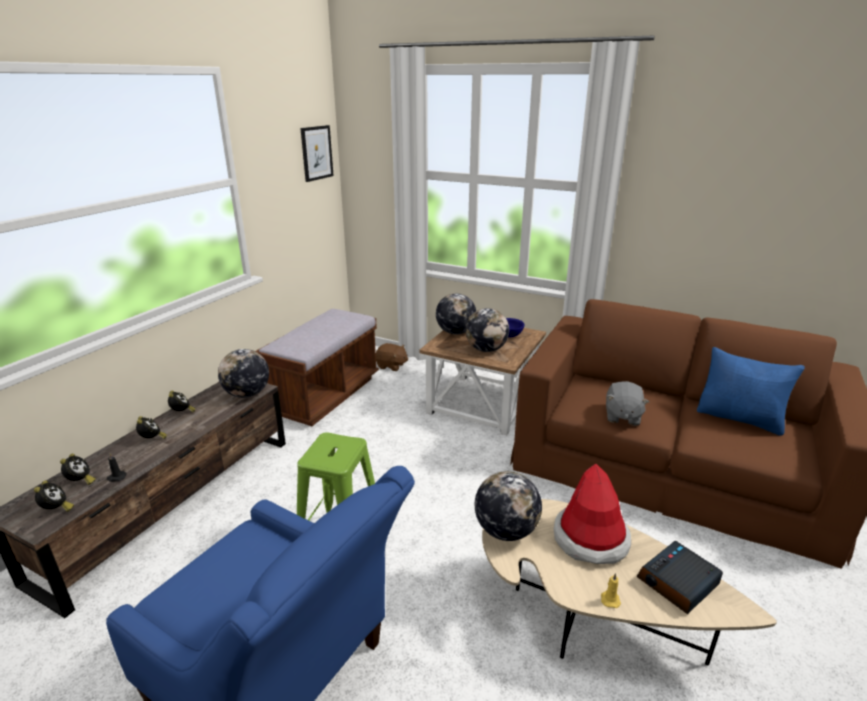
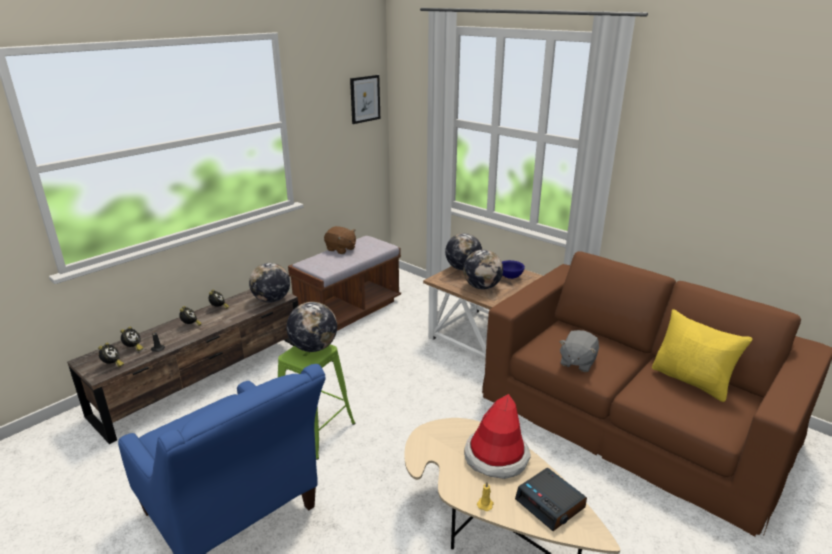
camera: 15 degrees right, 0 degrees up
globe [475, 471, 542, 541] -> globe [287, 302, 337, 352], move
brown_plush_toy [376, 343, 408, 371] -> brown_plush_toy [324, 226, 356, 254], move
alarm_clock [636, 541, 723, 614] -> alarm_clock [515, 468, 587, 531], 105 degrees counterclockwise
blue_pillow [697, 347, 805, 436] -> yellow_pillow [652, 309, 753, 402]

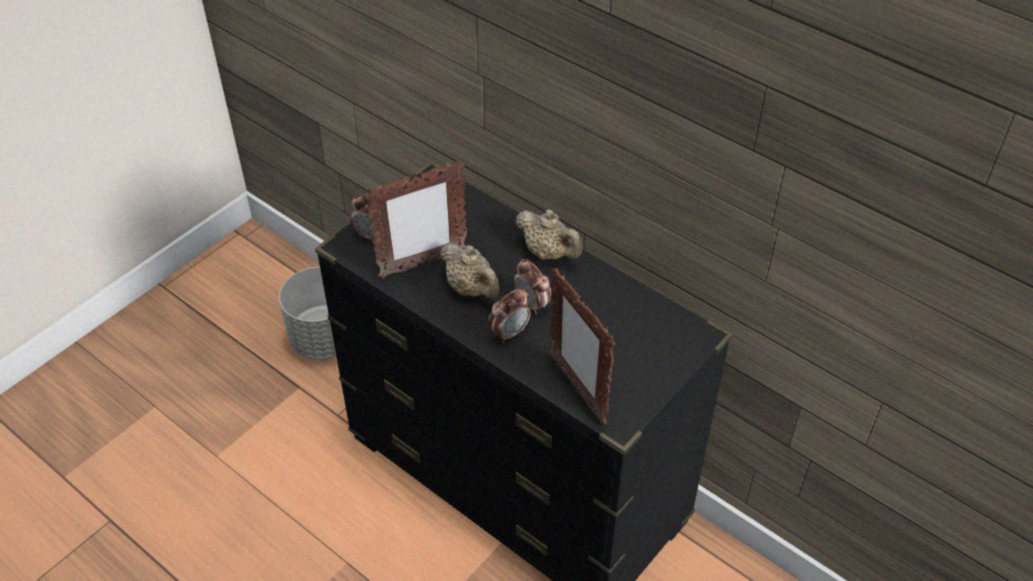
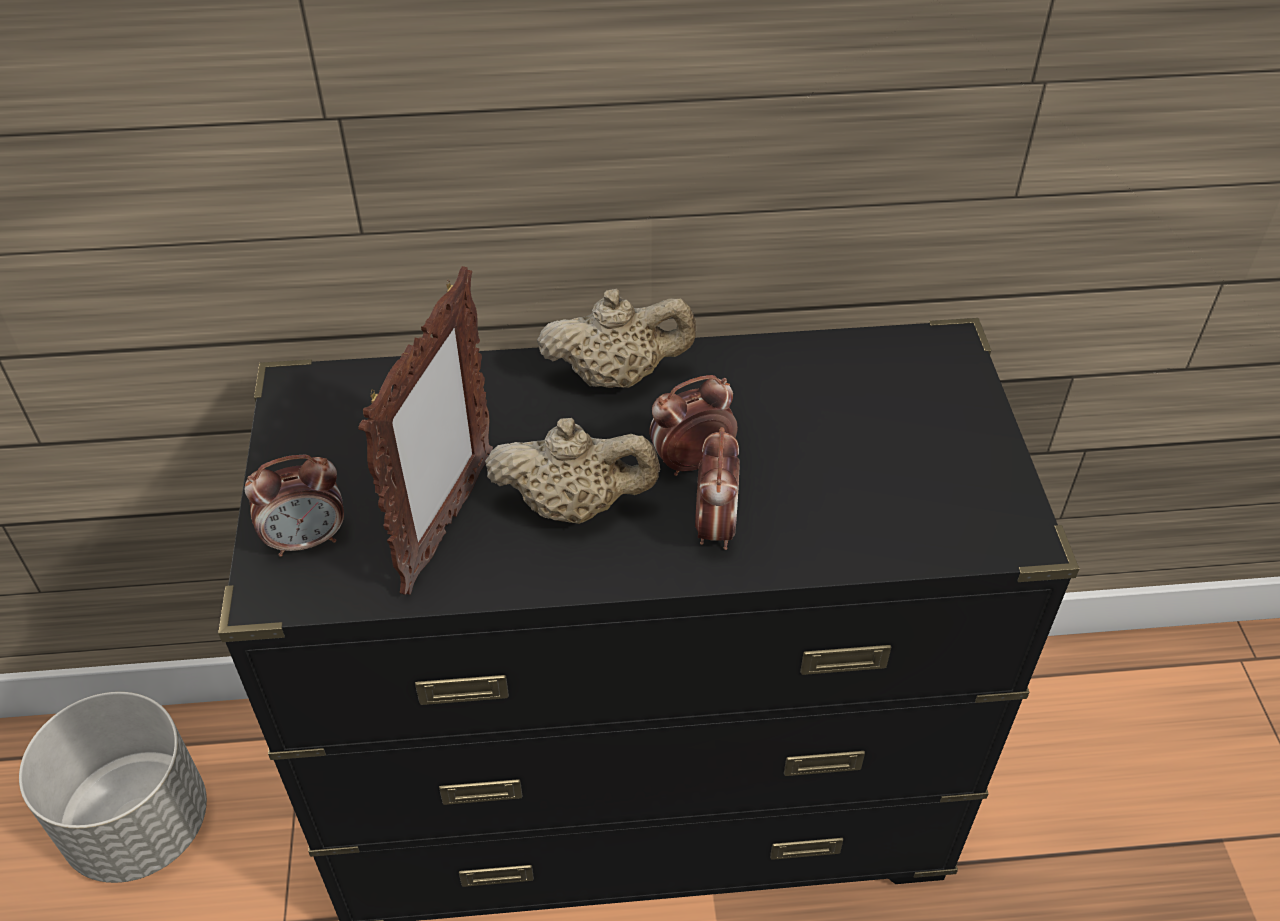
camera: 45 degrees left, 0 degrees up
alarm_clock [514, 259, 551, 315] -> alarm_clock [649, 375, 738, 476], 150 degrees clockwise
picture_frame [550, 268, 616, 425] -> none

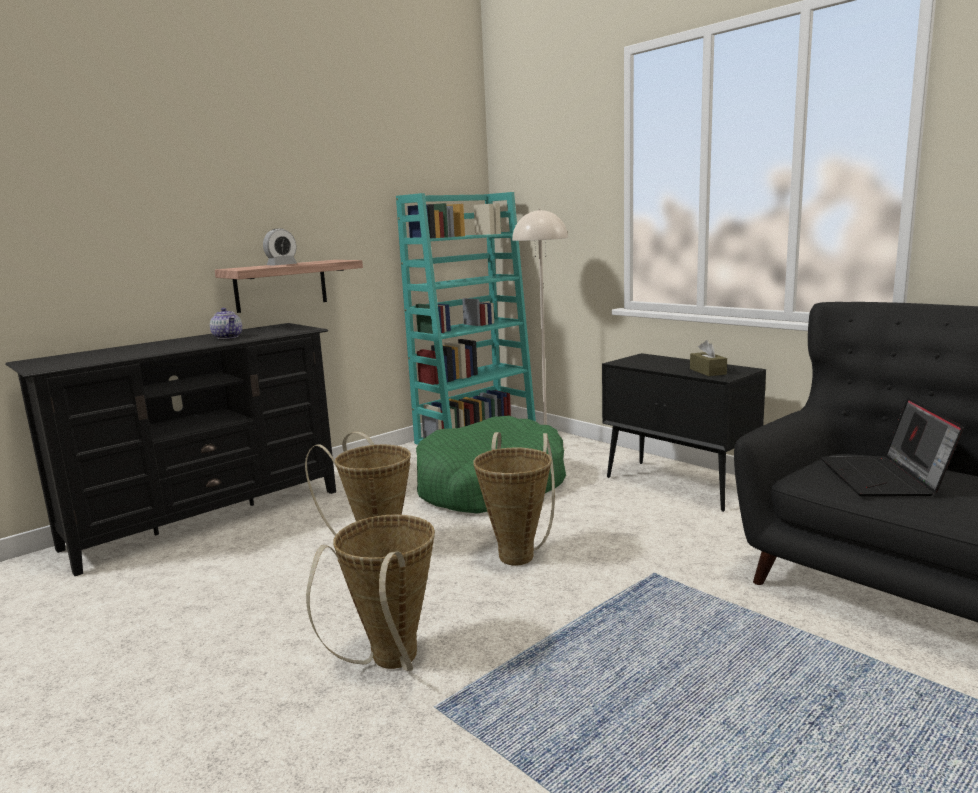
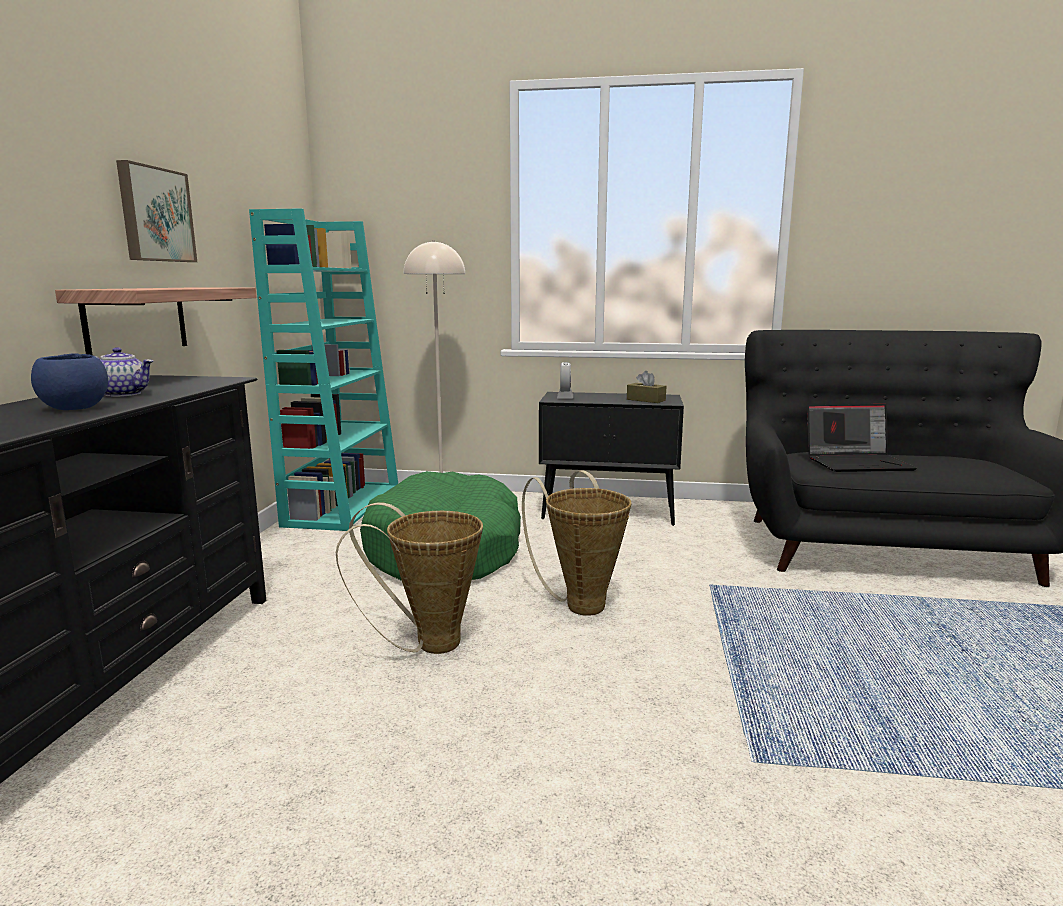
camera: 40 degrees left, 0 degrees up
none -> blue_bowl [31, 353, 108, 410]
none -> picture [116, 160, 197, 262]
alarm_clock [263, 228, 297, 265] -> alarm_clock [557, 362, 573, 399], move
laptop [821, 398, 964, 496] -> laptop [807, 404, 917, 472], 60 degrees counterclockwise
basket [306, 514, 435, 671] -> none

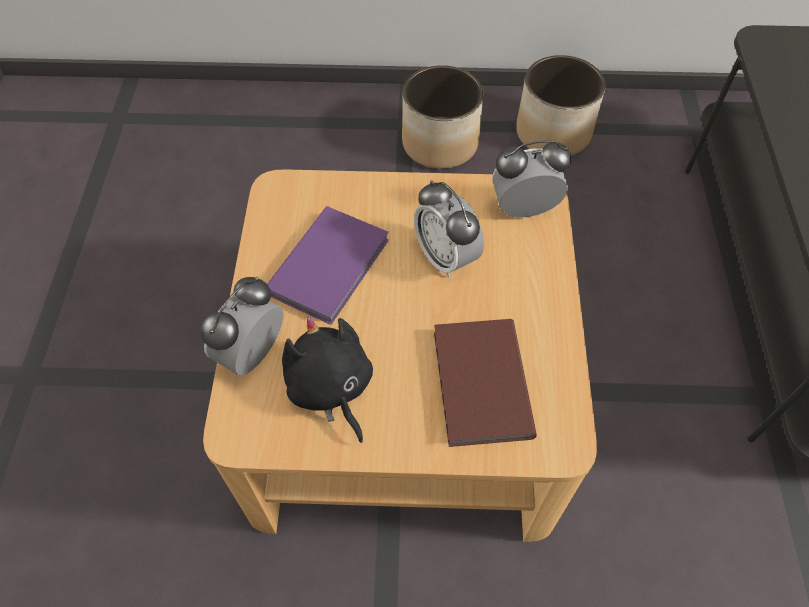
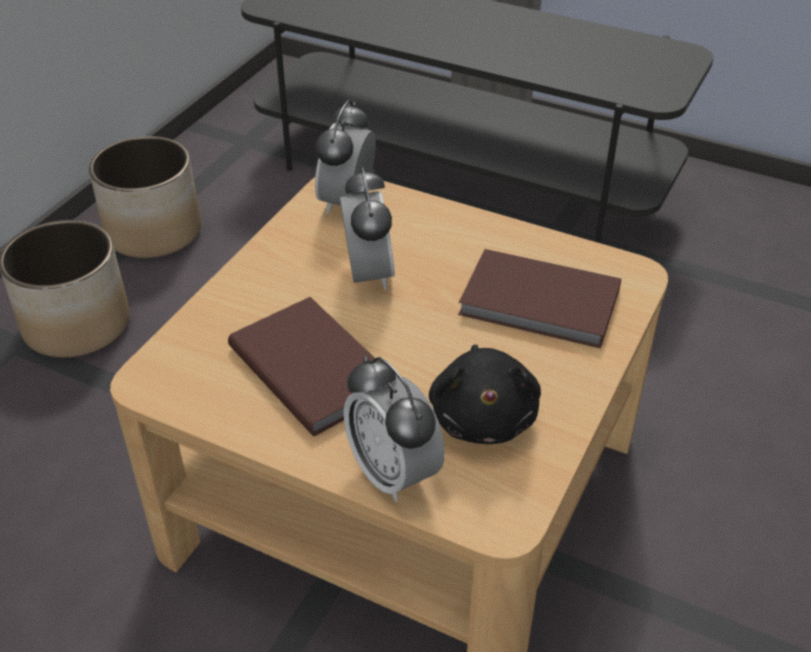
camera: 65 degrees left, 15 degrees down
purple_book [267, 206, 389, 325] -> brown_book [228, 297, 375, 436]
alarm_clock [414, 180, 484, 278] -> alarm_clock [340, 166, 395, 290], 90 degrees counterclockwise
black_plush_toy [282, 317, 373, 443] -> black_plush_toy [429, 345, 541, 444], 90 degrees counterclockwise

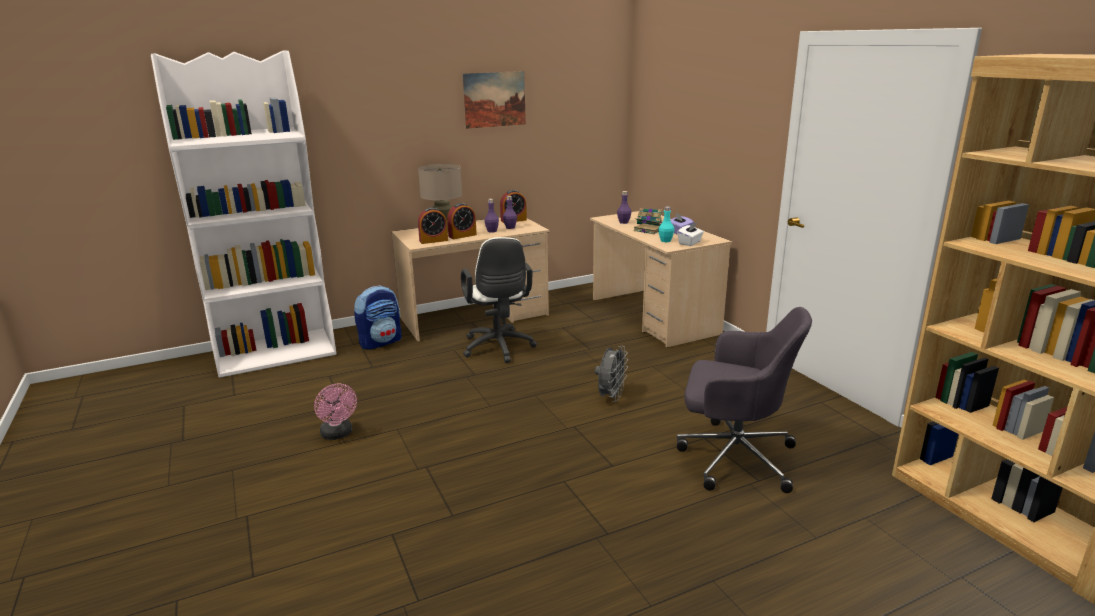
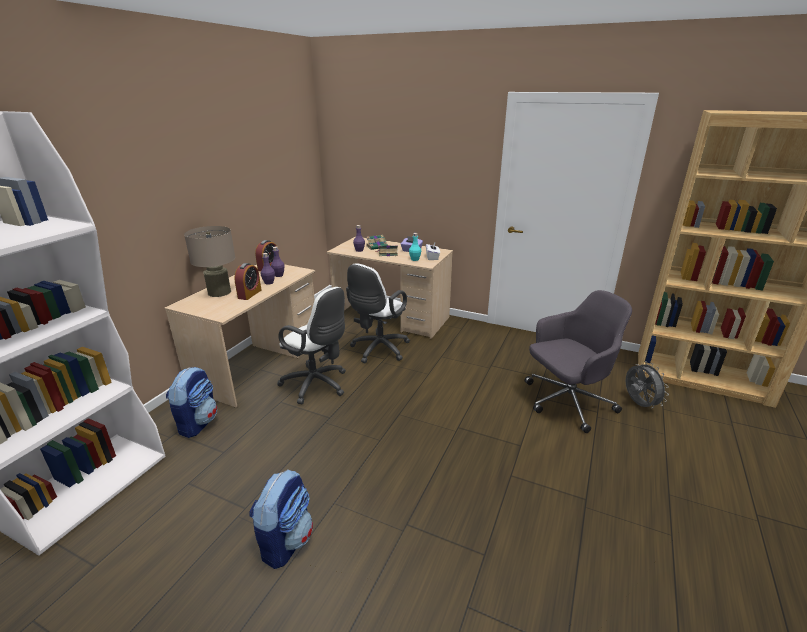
camera: 40 degrees left, 5 degrees up
pink_fan [314, 384, 357, 440] -> backpack [249, 470, 313, 569]
none -> white_office_chair [346, 263, 410, 363]
grey_fan [595, 346, 628, 402] -> grey_fan [626, 361, 669, 408], move
alarm_clock [418, 207, 448, 244] -> none
picture [462, 71, 526, 129] -> none

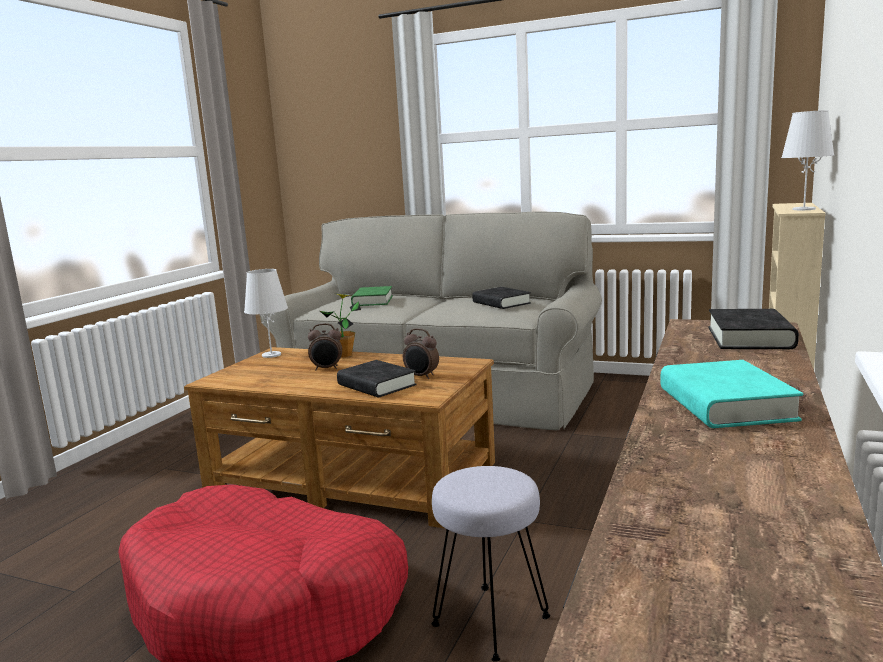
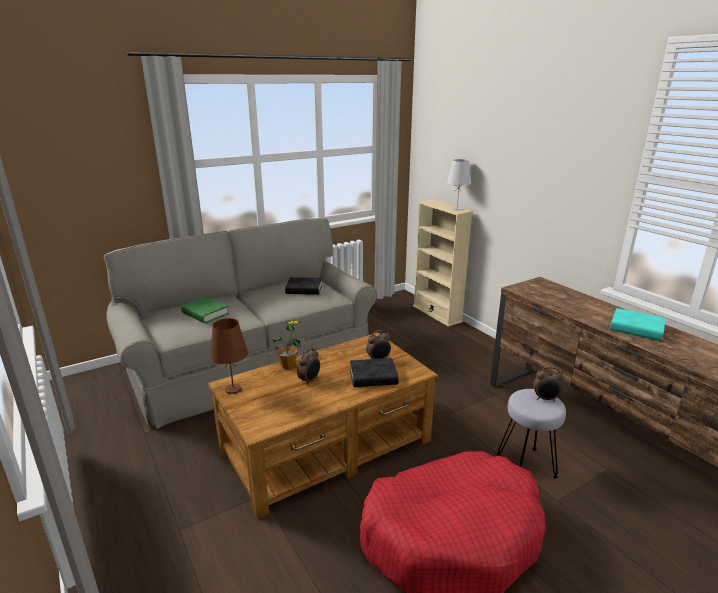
camera: 55 degrees left, 10 degrees up
white_table_lamp [244, 269, 288, 358] -> brown_table_lamp [210, 318, 248, 394]
none -> alarm_clock [533, 367, 564, 402]
black_book [708, 309, 799, 349] -> none

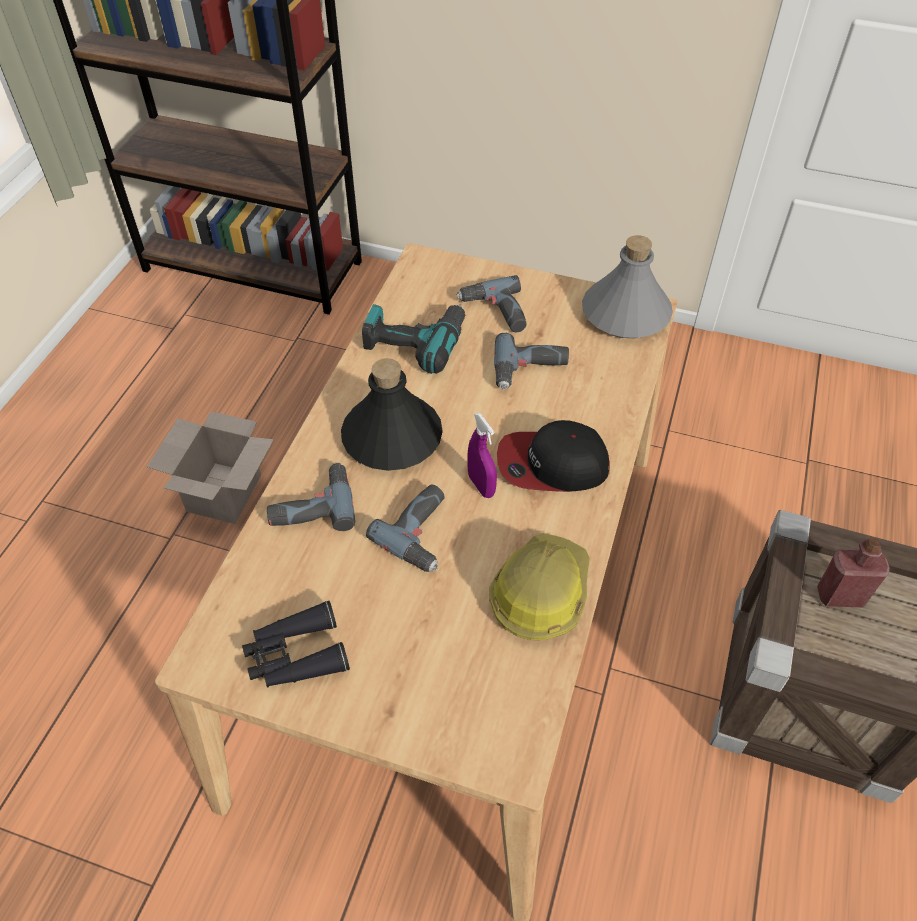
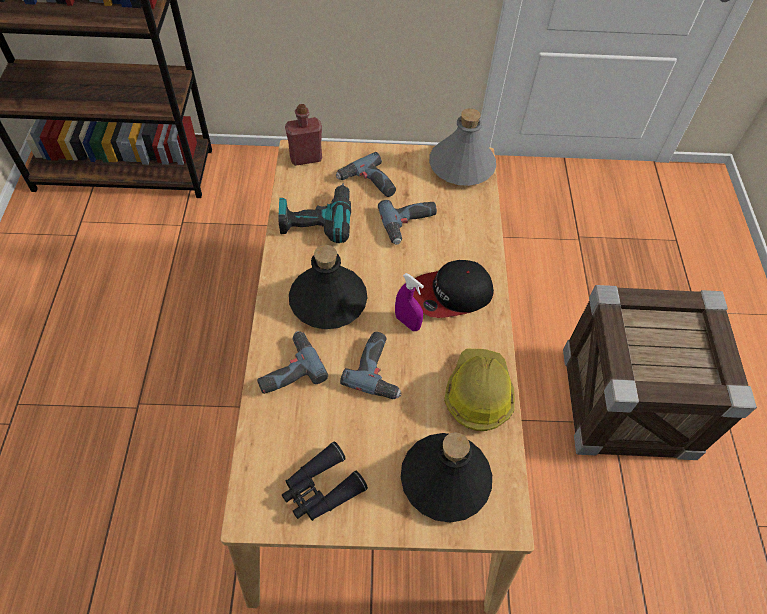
camera: 20 degrees left, 5 degrees up
red_bottle [817, 538, 890, 608] -> red_bottle [285, 104, 322, 166], move
none -> black_bottle [401, 433, 492, 523]
cardboard_box [147, 411, 274, 524] -> none

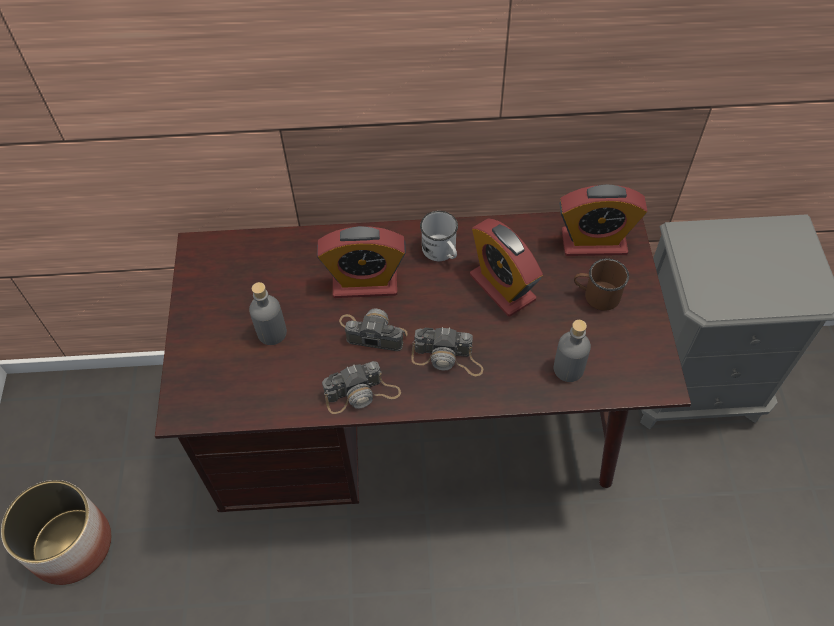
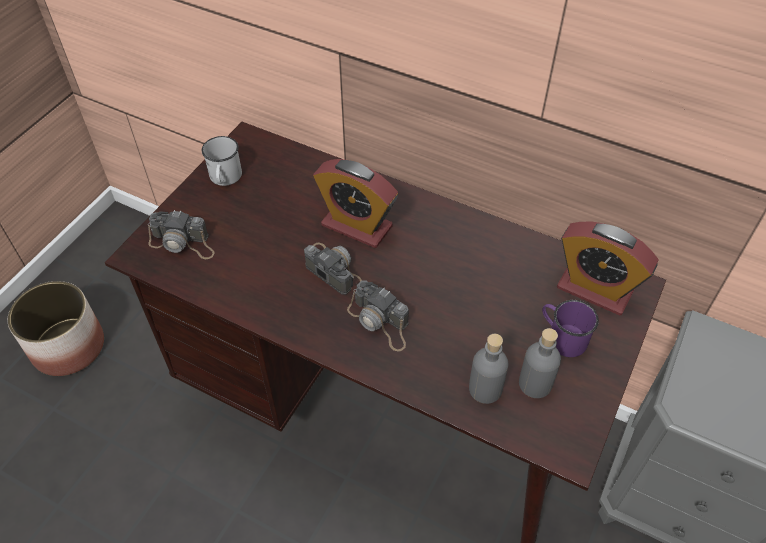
camera: 30 degrees right, 5 degrees down
photo_camera [322, 361, 401, 414] -> photo_camera [148, 210, 215, 259], move
white_mug [420, 211, 458, 261] -> white_mug [202, 136, 242, 186], move
grey_bottle [249, 282, 287, 345] -> grey_bottle [519, 328, 561, 398], move
brown_mug [574, 259, 629, 311] -> purple_mug [542, 300, 599, 357]
alarm_clock [470, 219, 543, 316] -> none

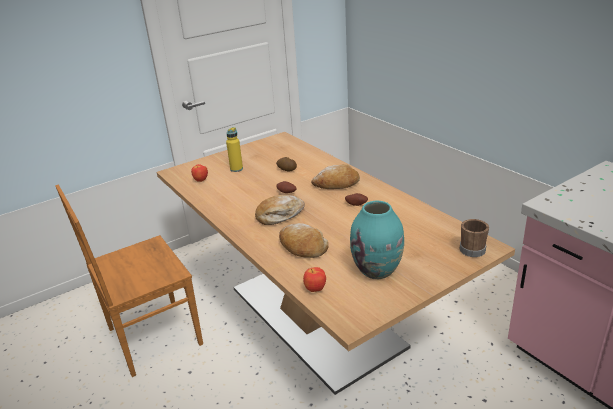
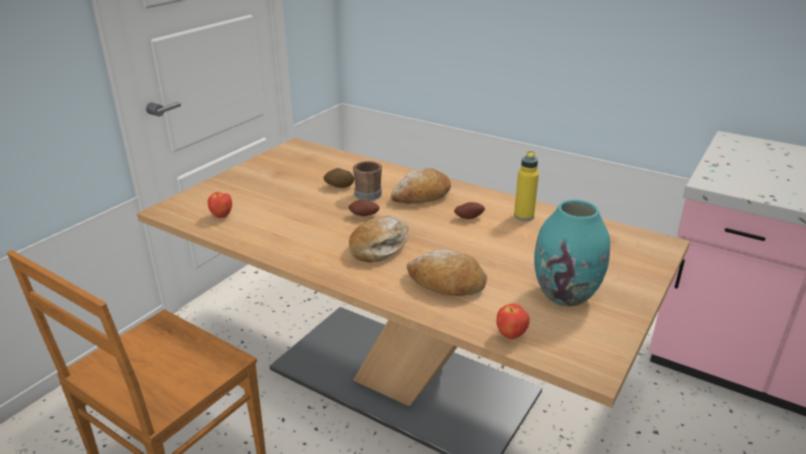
camera: 25 degrees left, 0 degrees up
brown_mug [460, 219, 489, 257] -> brown_mug [353, 161, 382, 201], move
yellow_bottle [226, 127, 243, 172] -> yellow_bottle [514, 151, 539, 221], move

